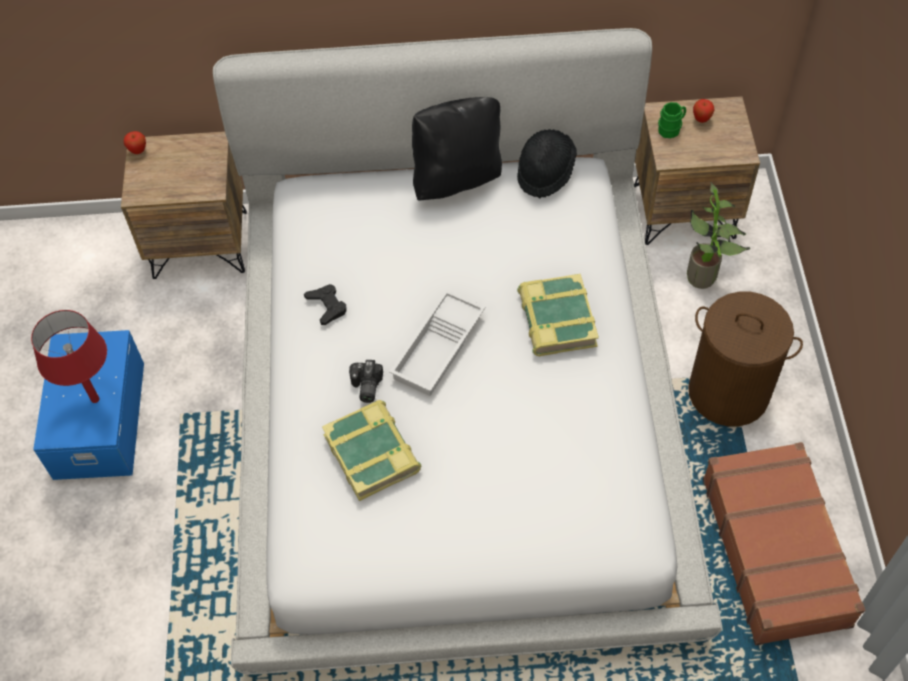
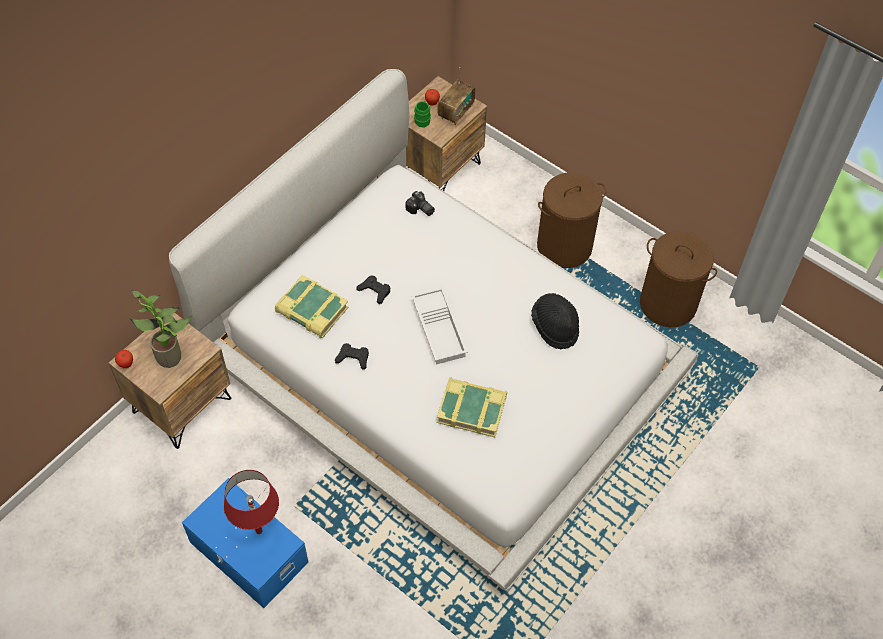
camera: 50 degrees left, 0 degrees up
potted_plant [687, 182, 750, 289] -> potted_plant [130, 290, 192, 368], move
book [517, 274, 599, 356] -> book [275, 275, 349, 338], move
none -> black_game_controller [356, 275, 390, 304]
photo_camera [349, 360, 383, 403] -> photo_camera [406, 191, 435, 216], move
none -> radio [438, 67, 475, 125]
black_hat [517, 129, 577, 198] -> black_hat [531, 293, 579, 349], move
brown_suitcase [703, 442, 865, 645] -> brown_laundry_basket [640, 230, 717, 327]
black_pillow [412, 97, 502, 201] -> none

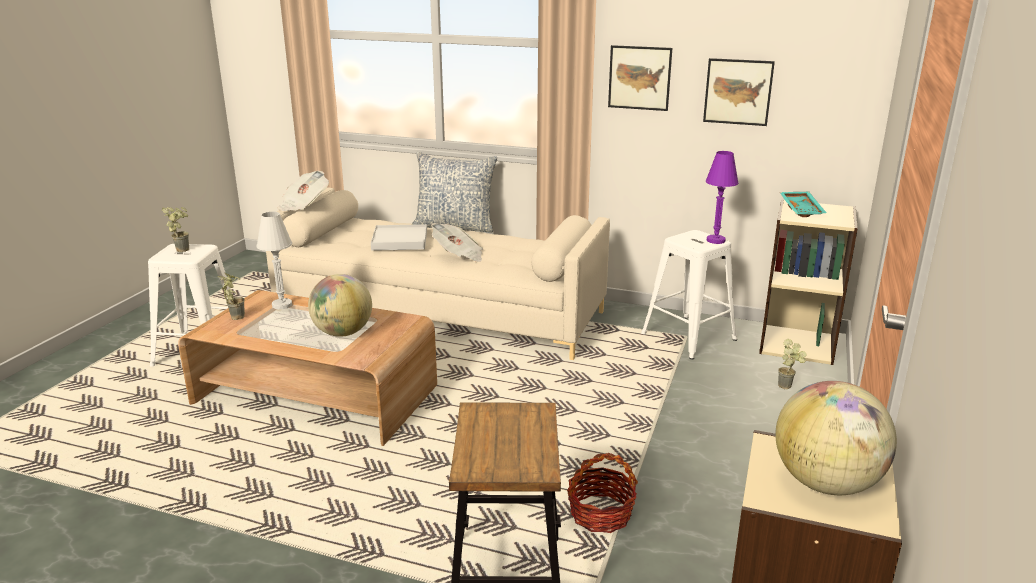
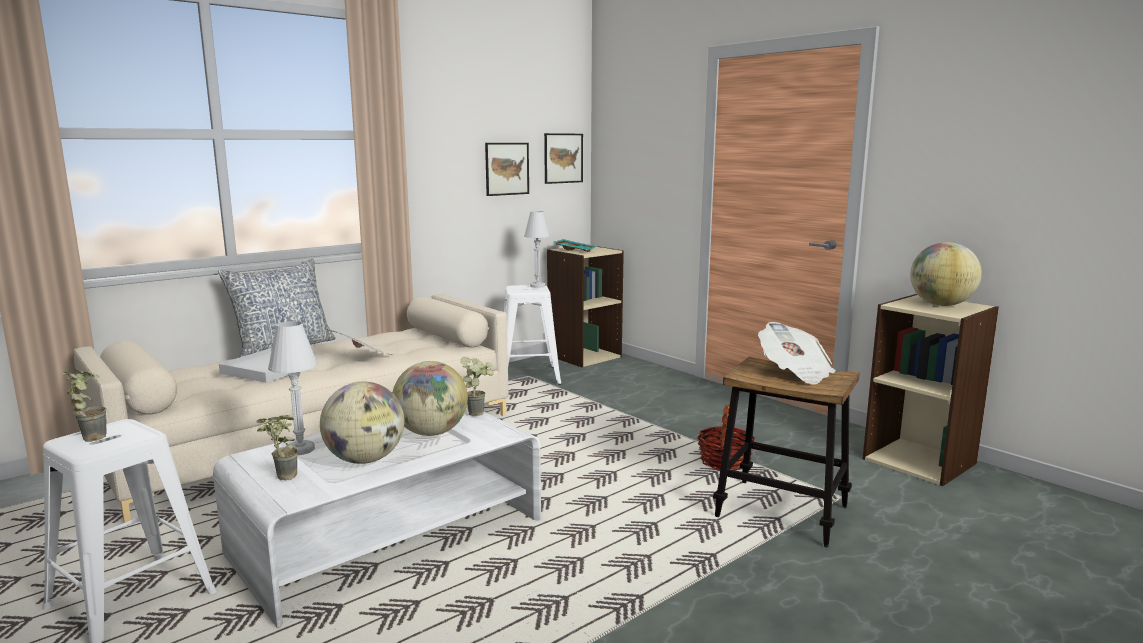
camera: 60 degrees left, 10 degrees down
brown_coffee_table [178, 290, 437, 446] -> white_coffee_table [213, 406, 541, 628]
none -> globe [320, 382, 404, 464]
potted_plant [778, 339, 807, 389] -> potted_plant [460, 357, 494, 416], move
purple_table_lamp [706, 151, 738, 244] -> white_table_lamp [524, 211, 550, 288]
picture [608, 45, 672, 111] -> picture [544, 133, 583, 184], move
newspaper [278, 171, 329, 211] -> newspaper [758, 322, 835, 385], move

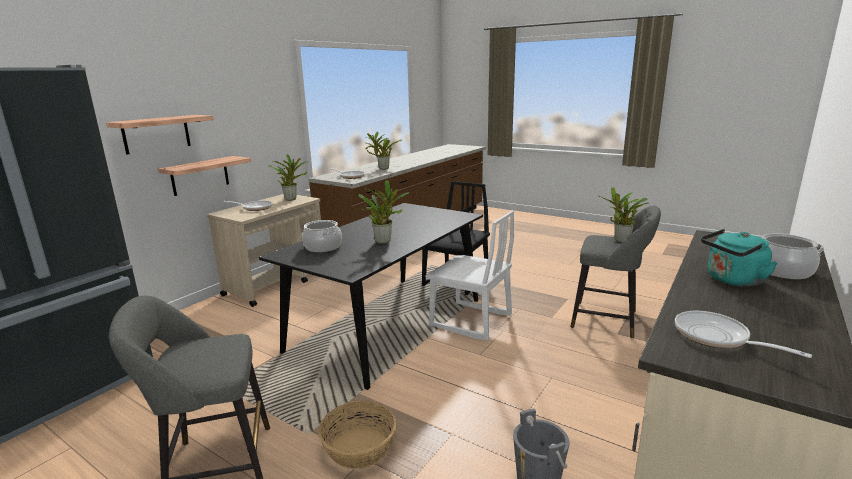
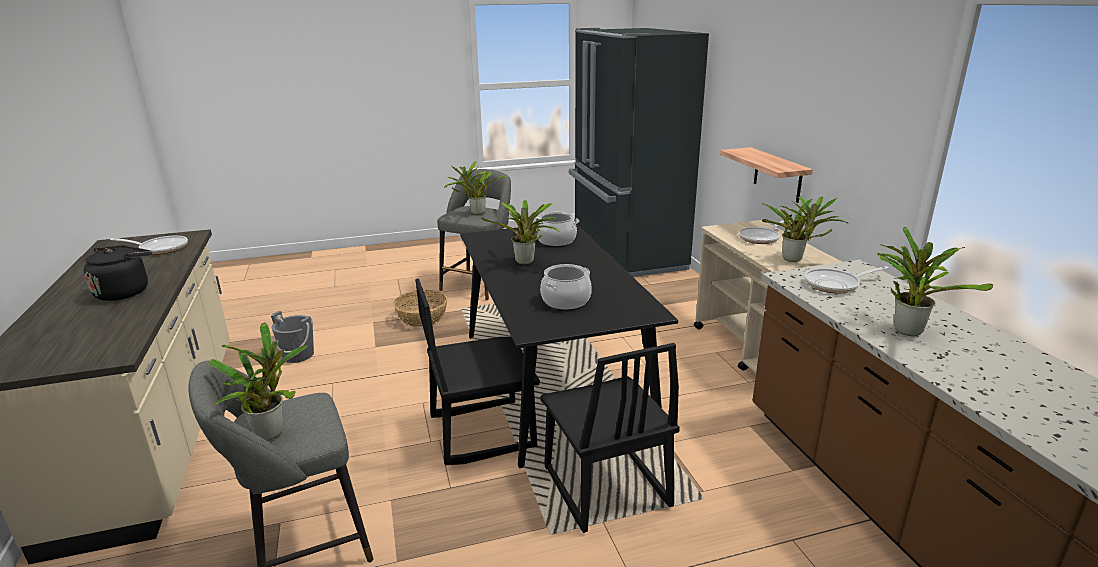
camera: 130 degrees right, 5 degrees up
turquoise_kettle [701, 229, 778, 287] -> black_kettle [84, 245, 152, 301]
white_chair [425, 210, 514, 340] -> black_chair [415, 279, 540, 466]
none -> potted_plant [444, 161, 506, 215]
cooking_pot [762, 234, 824, 279] -> cooking_pot [540, 264, 592, 309], move
shelf [106, 115, 214, 154] -> none

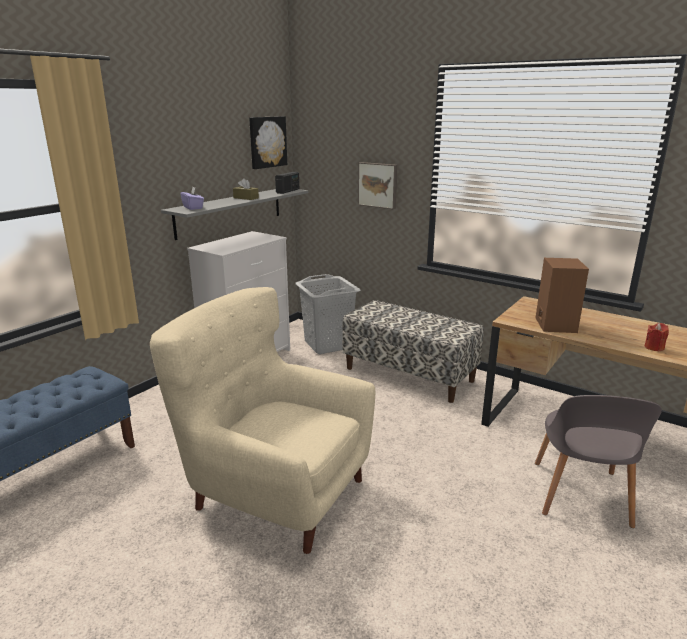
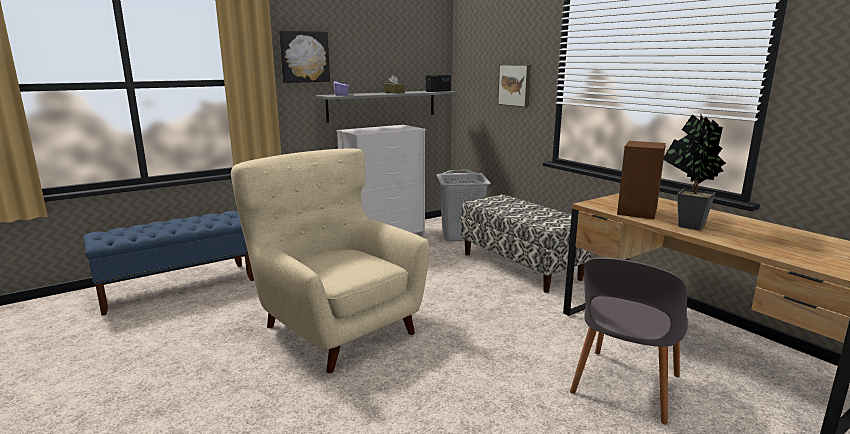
camera: 20 degrees right, 5 degrees down
picture [249, 116, 287, 169] -> picture [279, 30, 330, 83], move
none -> potted_plant [663, 114, 726, 230]
red_candle [645, 323, 669, 352] -> none

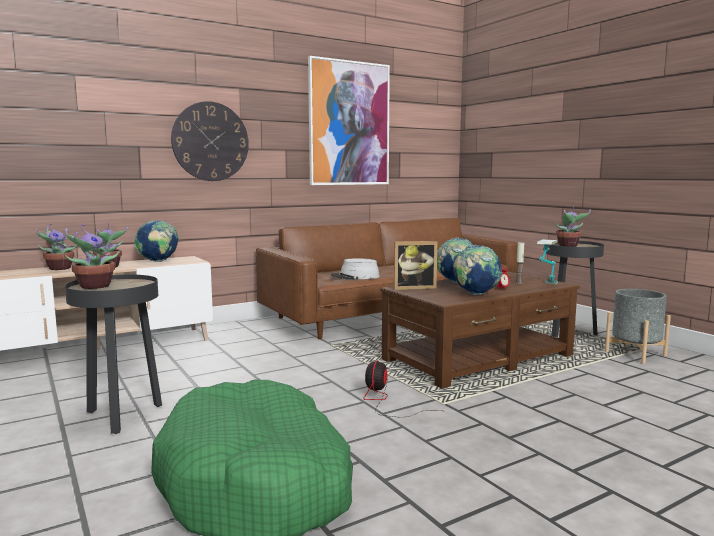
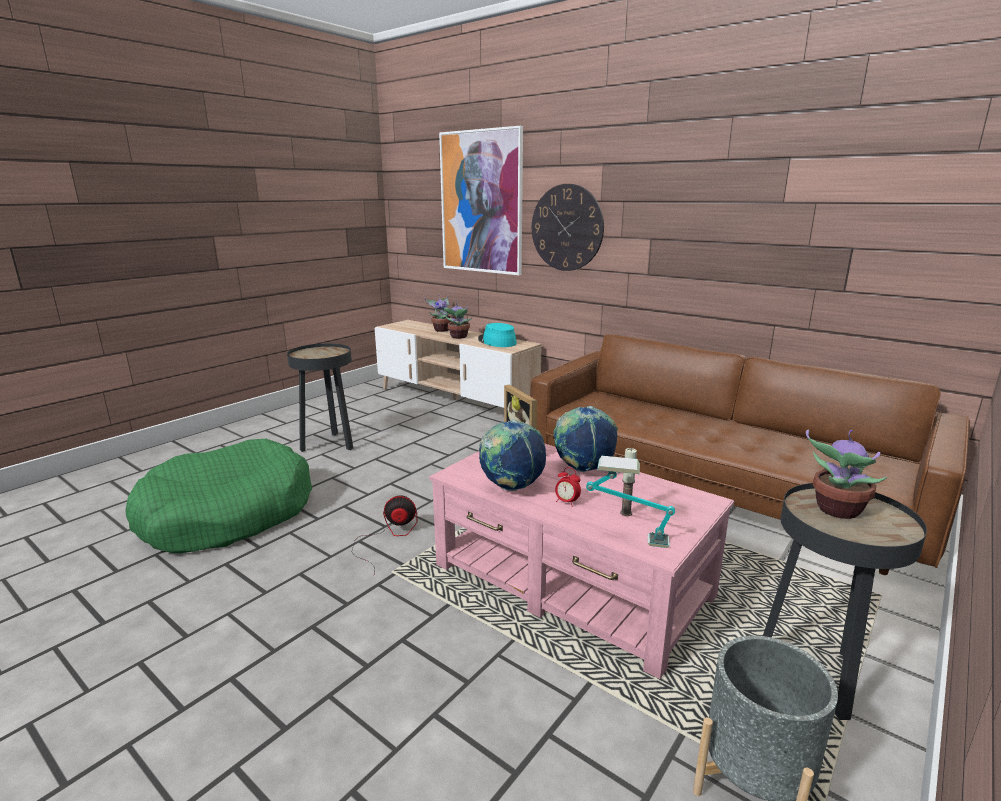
camera: 70 degrees right, 10 degrees up
brown_coffee_table [380, 272, 580, 388] -> pink_coffee_table [429, 444, 734, 679]
picture [308, 56, 390, 185] -> picture [439, 126, 523, 275], move
globe [134, 220, 179, 262] -> turquoise_hat [478, 323, 517, 347]
potted_plant [65, 224, 120, 289] -> none
grey_hat [331, 258, 380, 280] -> none

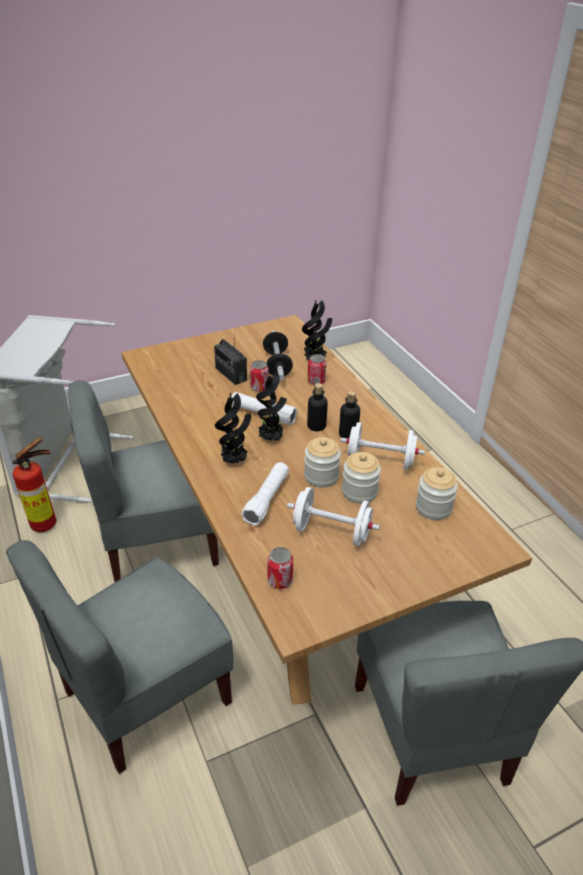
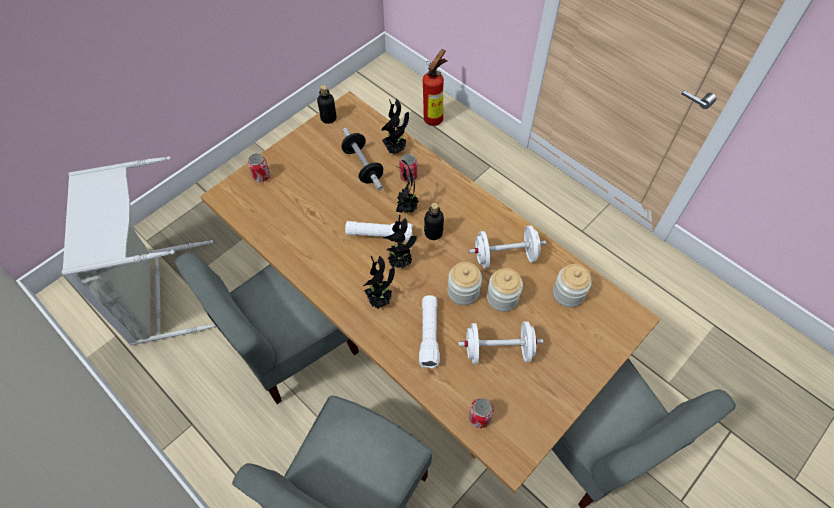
camera: 20 degrees left, 20 degrees up
can [250, 360, 269, 392] -> can [248, 153, 270, 182], move
bottle [339, 391, 360, 438] -> bottle [317, 85, 336, 124], move
none -> potted_plant [396, 160, 419, 213]
fire_extinguisher [12, 437, 56, 532] -> fire_extinguisher [423, 49, 448, 126], move
radio [214, 333, 247, 385] -> none

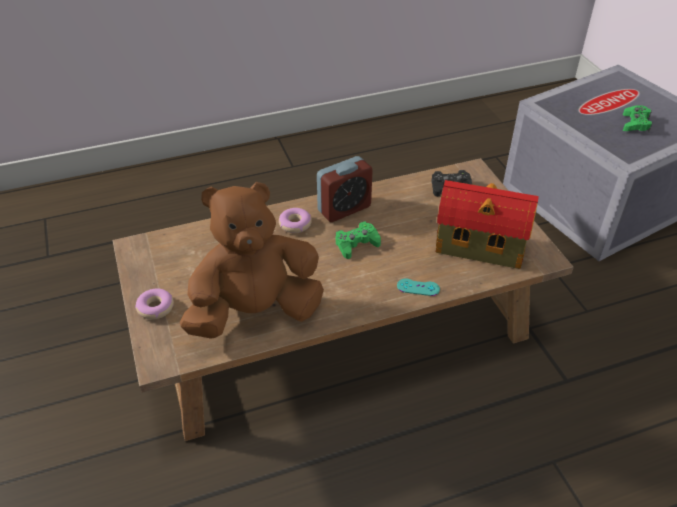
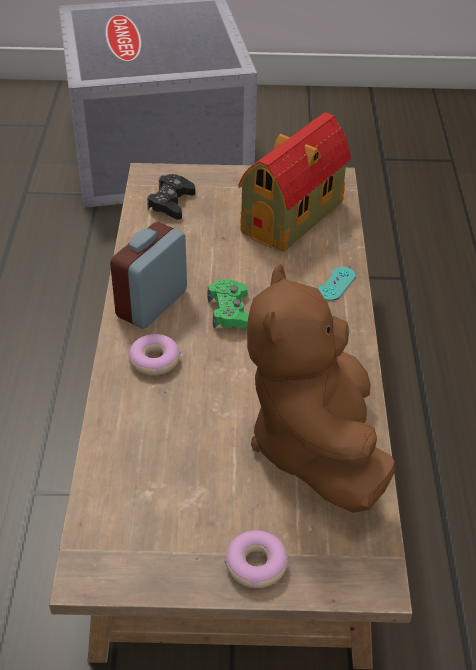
camera: 70 degrees left, 0 degrees up
alarm_clock [317, 156, 373, 222] -> alarm_clock [110, 222, 187, 329], 135 degrees counterclockwise
green_game_controller [623, 105, 652, 132] -> none

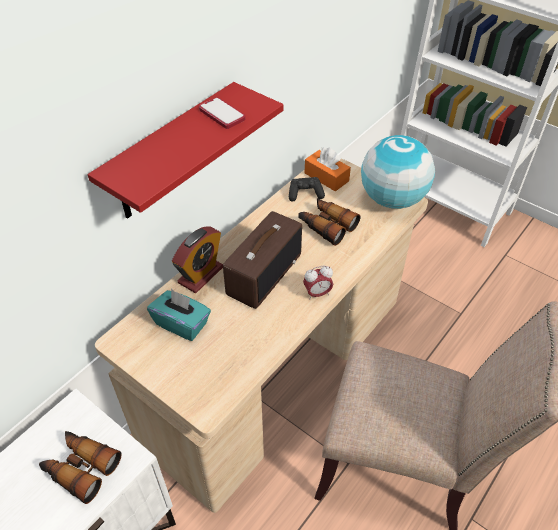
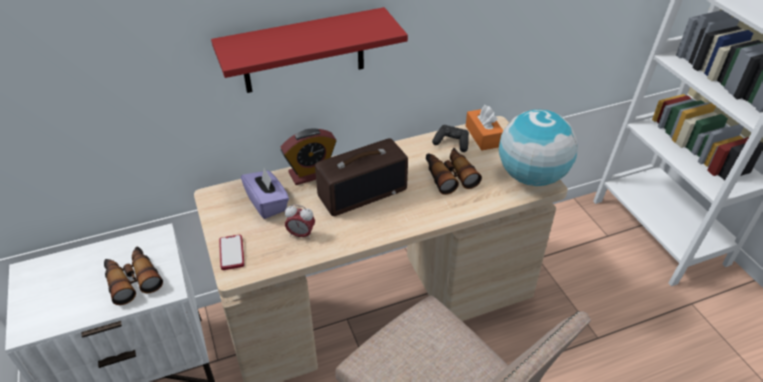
camera: 30 degrees right, 5 degrees down
phone [199, 98, 245, 129] -> phone [219, 235, 244, 270], move
turquoise_tissue_box [147, 289, 211, 341] -> purple_tissue_box [241, 168, 289, 219]
alarm_clock [303, 265, 333, 300] -> alarm_clock [285, 205, 315, 240], move

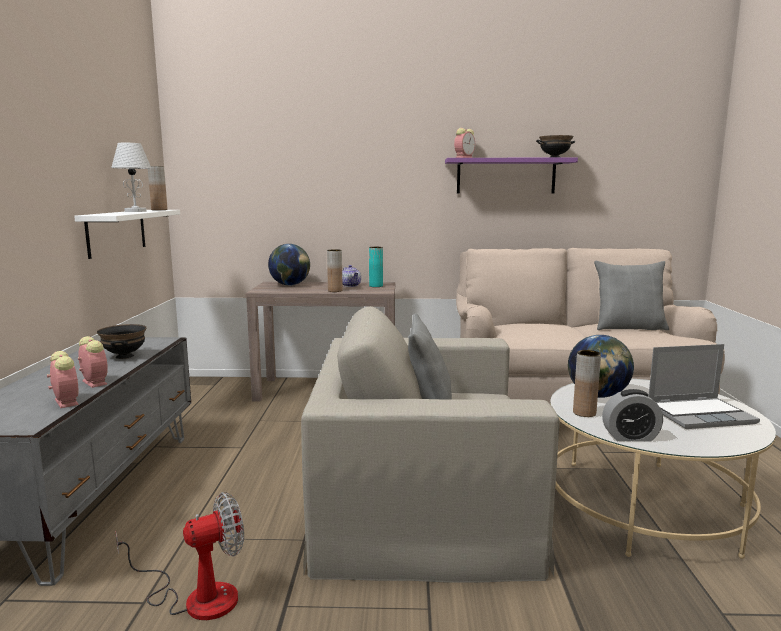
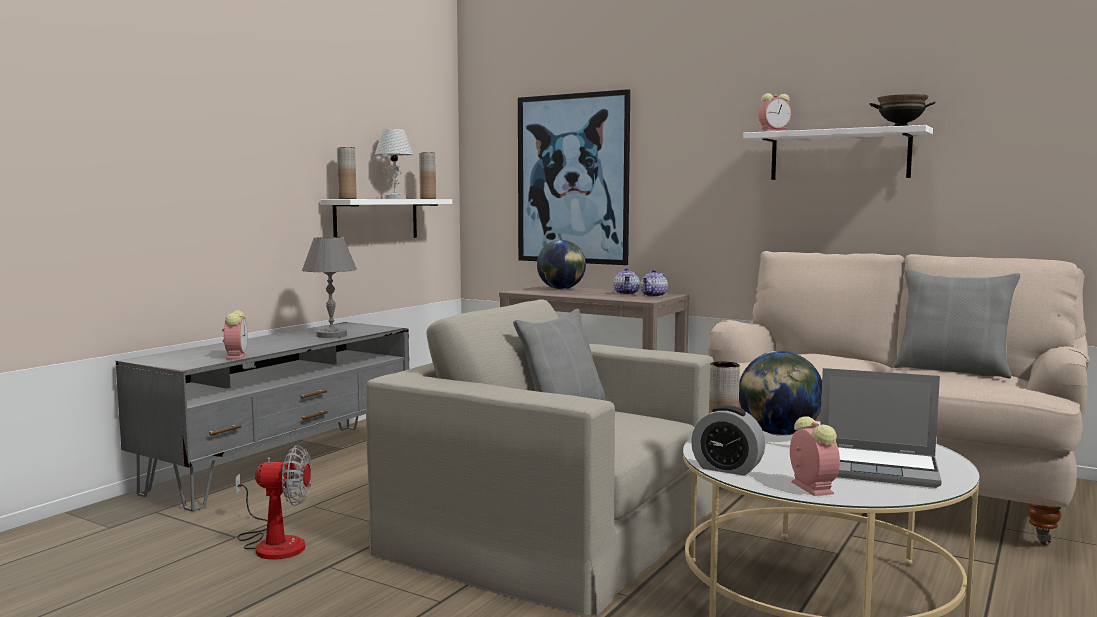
camera: 30 degrees right, 5 degrees down
black_bowl [97, 324, 146, 359] -> grey_table_lamp [302, 237, 357, 338]
brown_vase [327, 249, 343, 292] -> brown_vase [337, 147, 357, 199], move
none -> picture [518, 89, 630, 265]
turquoise_vase [369, 247, 383, 287] -> teapot [641, 269, 668, 297]
purple_shelf [445, 158, 578, 194] -> white_shelf [743, 125, 933, 180]
alarm_clock [78, 336, 108, 388] -> alarm_clock [790, 416, 840, 496], move

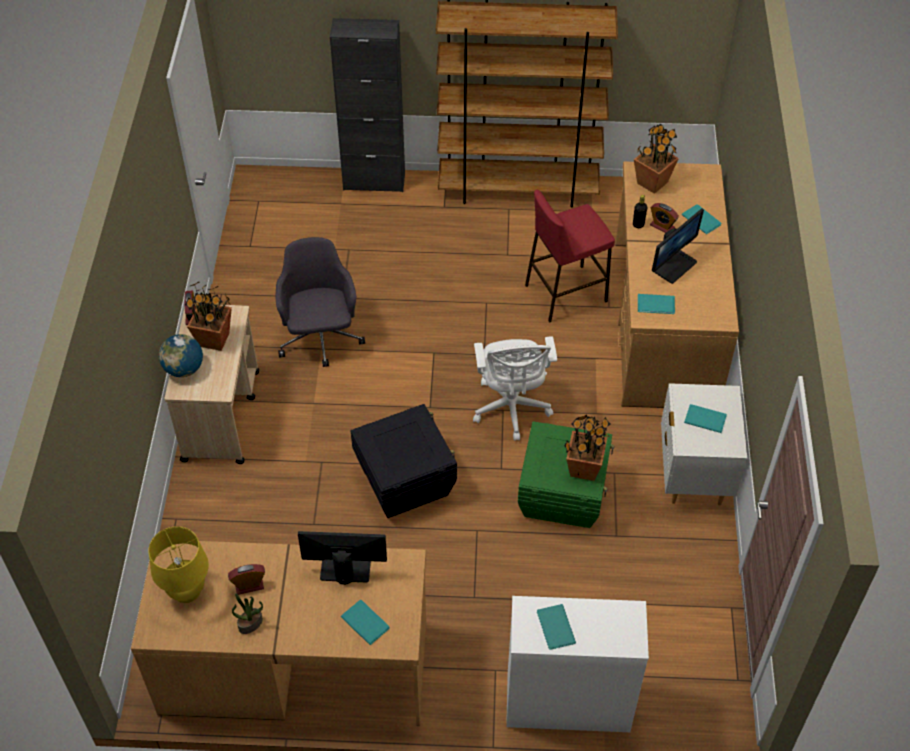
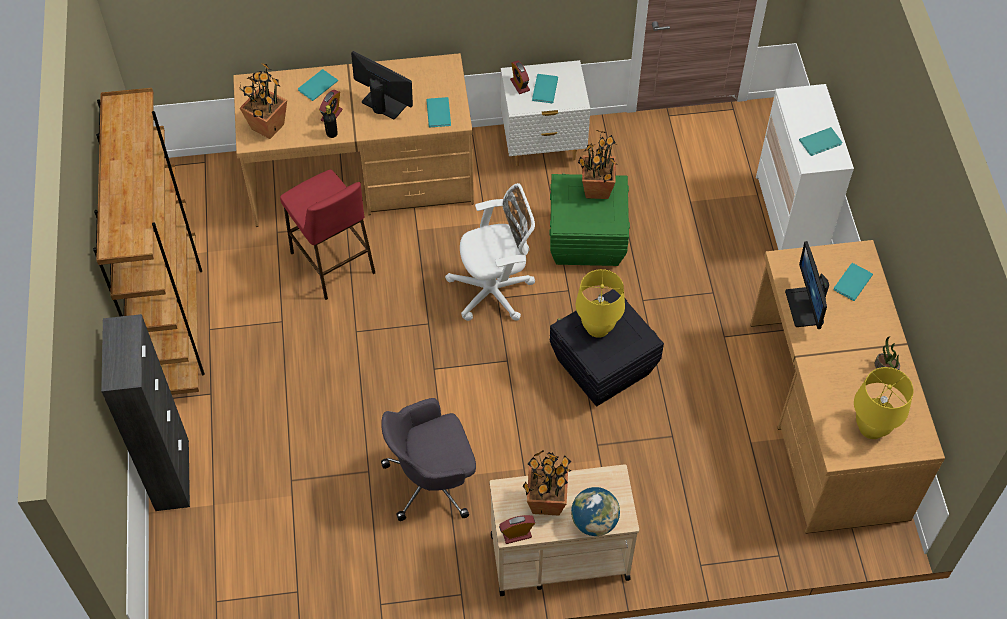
camera: 100 degrees left, 5 degrees up
alarm_clock [228, 564, 265, 595] -> alarm_clock [510, 60, 530, 94], move
none -> yellow_table_lamp [576, 269, 625, 338]

